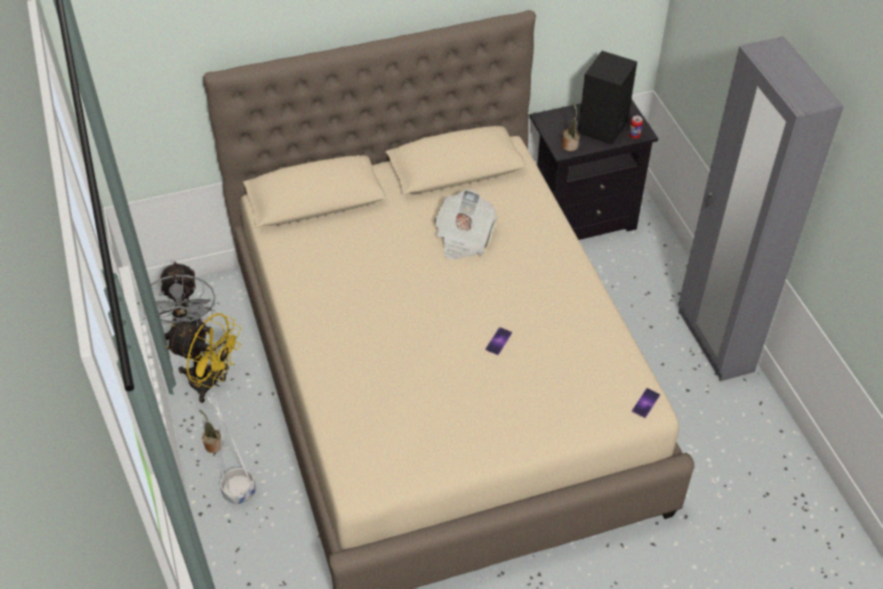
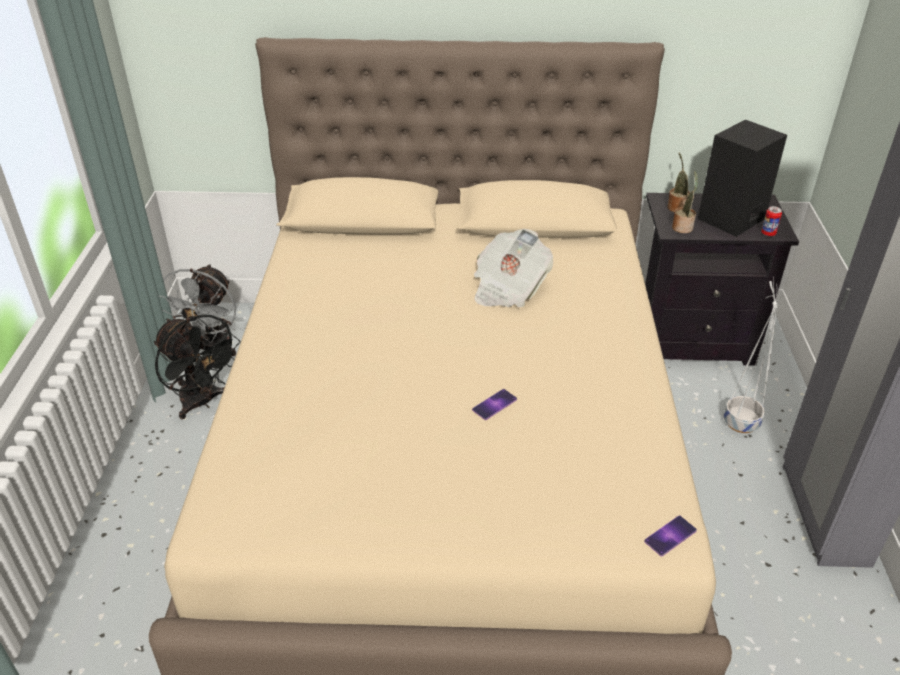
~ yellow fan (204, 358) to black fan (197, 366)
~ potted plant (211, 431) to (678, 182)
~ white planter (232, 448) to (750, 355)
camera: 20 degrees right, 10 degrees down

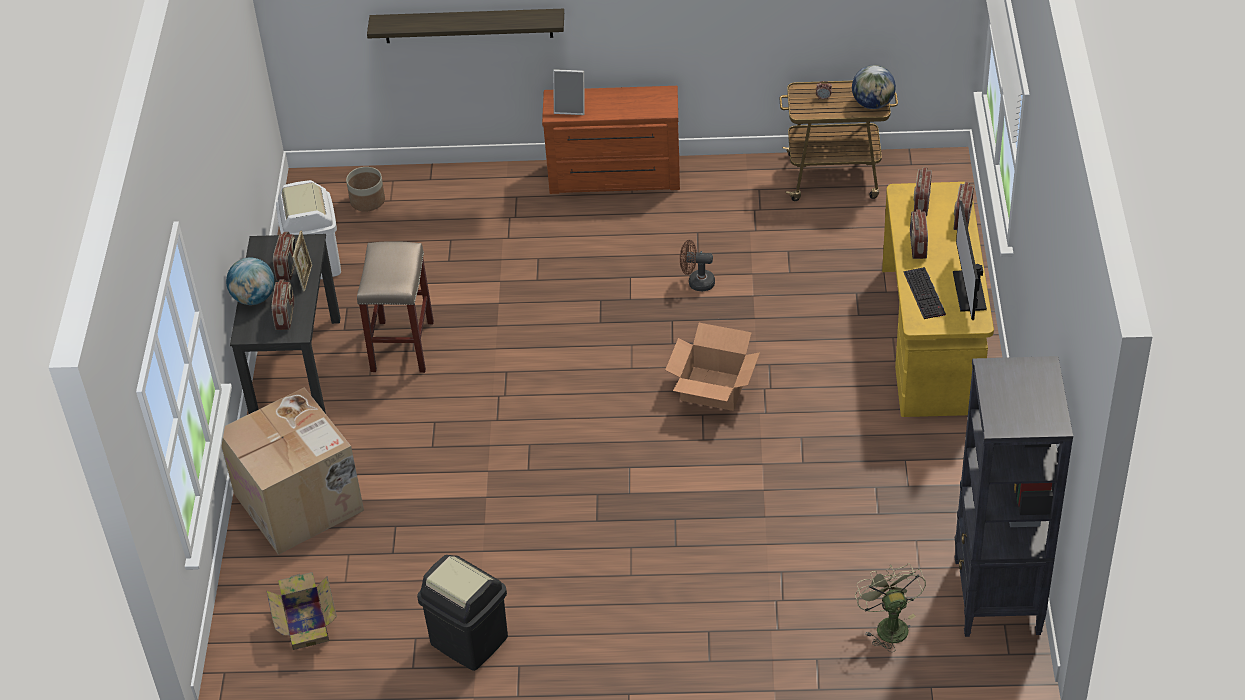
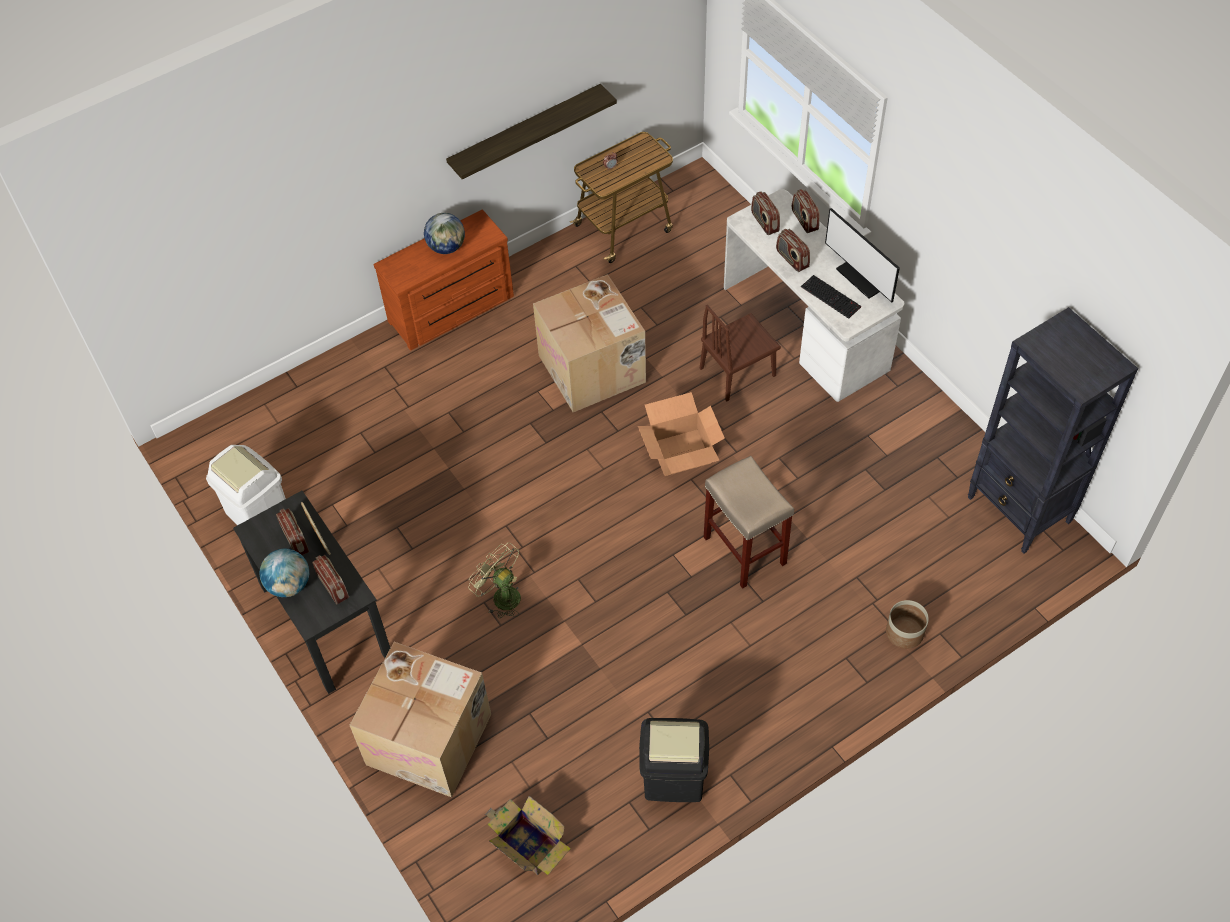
~ planter (365, 189) to (907, 624)
~ beige stool (395, 307) to (749, 522)
~ shelf (465, 26) to (531, 131)
- picture frame (569, 92)
~ brown fan (697, 265) to cardboard box (589, 343)
~ globe (874, 87) to (444, 233)
~ green fan (890, 607) to (495, 580)
~ yellow desk (938, 299) to white desk (814, 295)
+ brown chair (740, 353)
camera: 35 degrees left, 10 degrees up

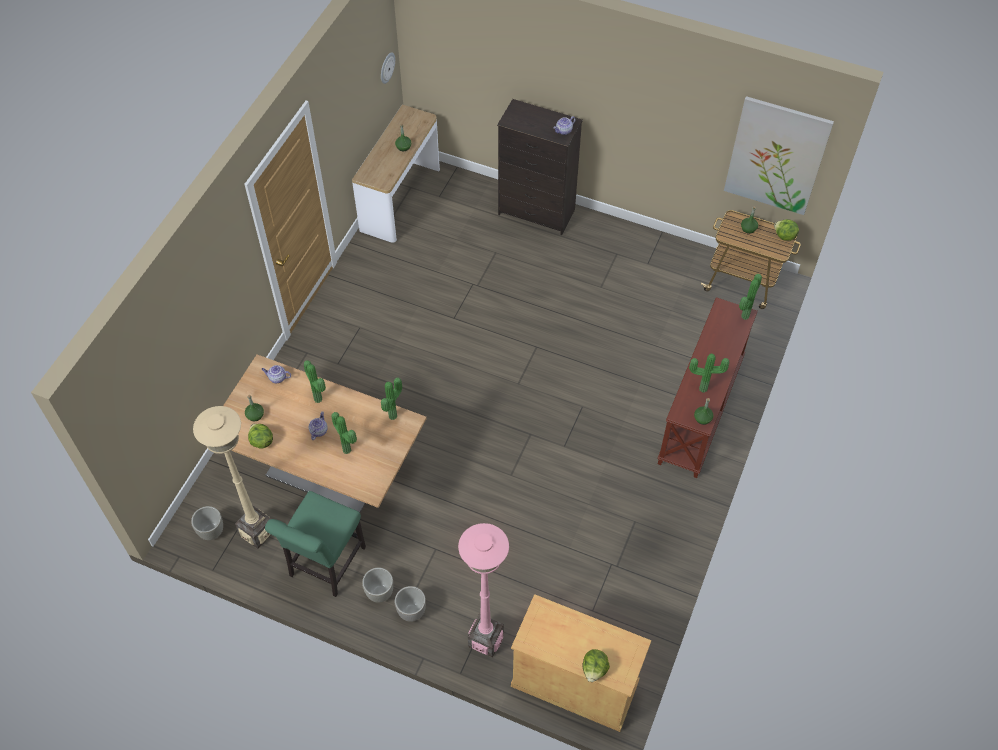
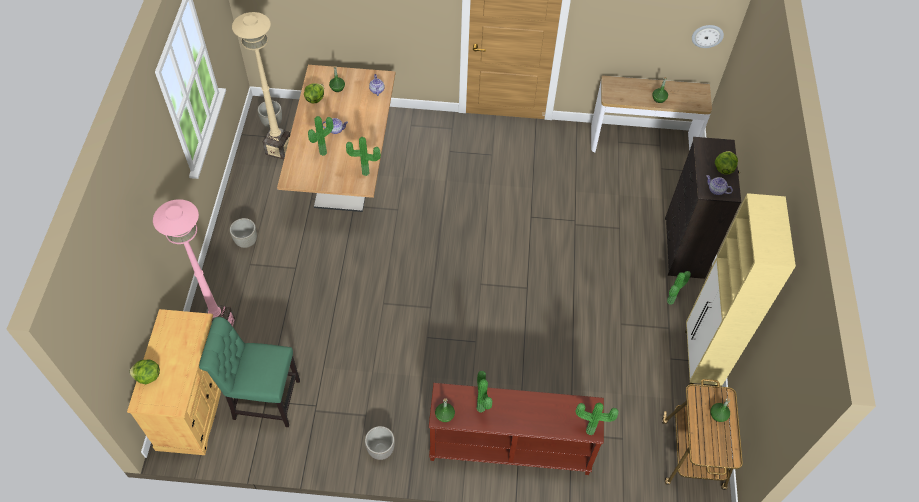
~ green chair (315, 544) to (249, 372)
~ potted plant (315, 381) to (679, 288)
~ planter (410, 604) to (380, 443)
- picture (779, 155)
~ lettuce (786, 230) to (726, 163)
+ beige cabinet (740, 289)
camera: 70 degrees right, 0 degrees up

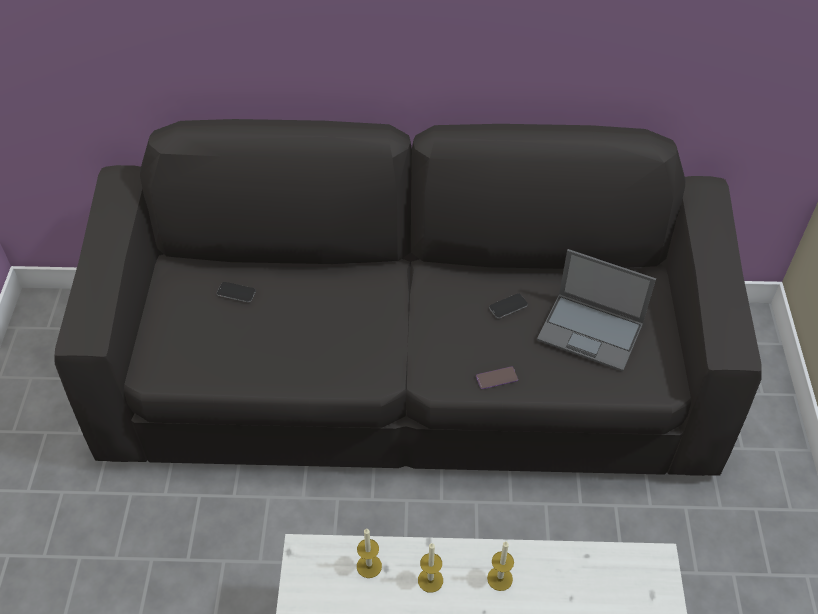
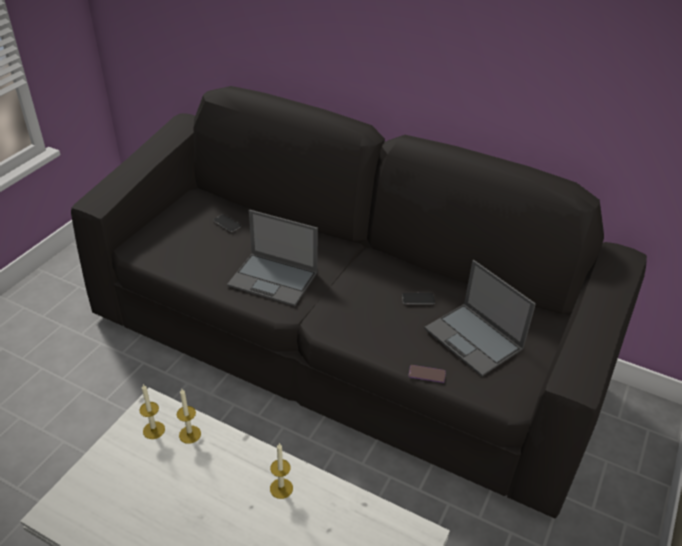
~ candle (430, 568) to (152, 411)
~ phone (497, 378) to (427, 374)
+ laptop (272, 258)
camera: 25 degrees right, 10 degrees down

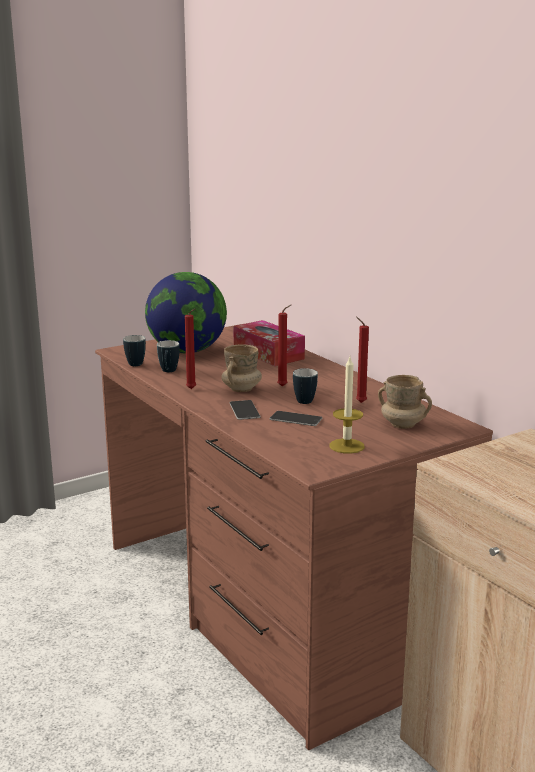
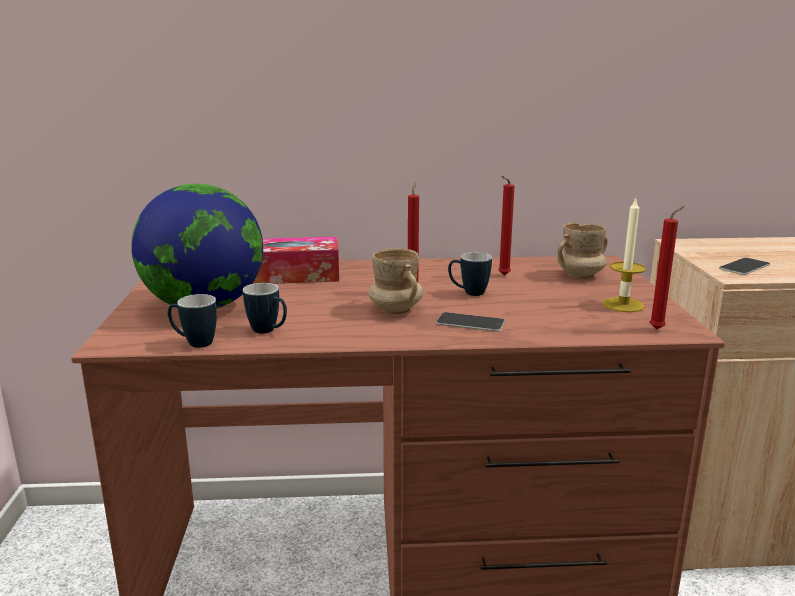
~ red candle (190, 349) to (666, 268)
~ phone (295, 418) to (745, 266)
camera: 60 degrees left, 0 degrees up

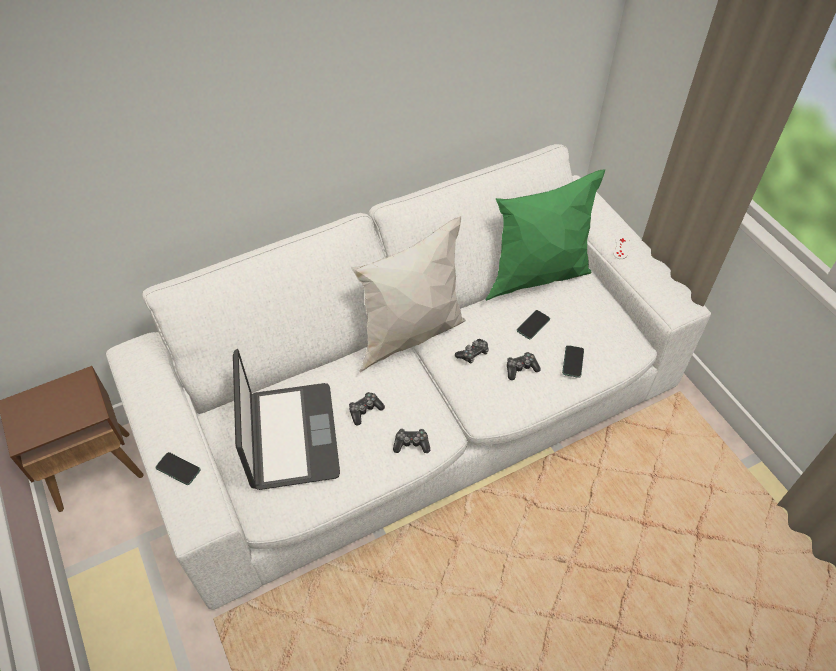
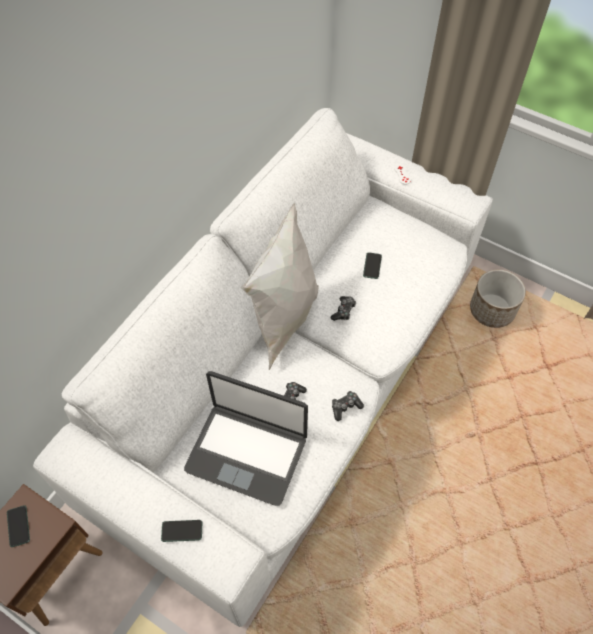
~ laptop (286, 419) = (246, 438) 150 degrees clockwise
- green pillow (545, 235)
- game controller (524, 366)
~ phone (573, 361) to (18, 526)
+ planter (498, 299)
camera: 30 degrees left, 5 degrees up

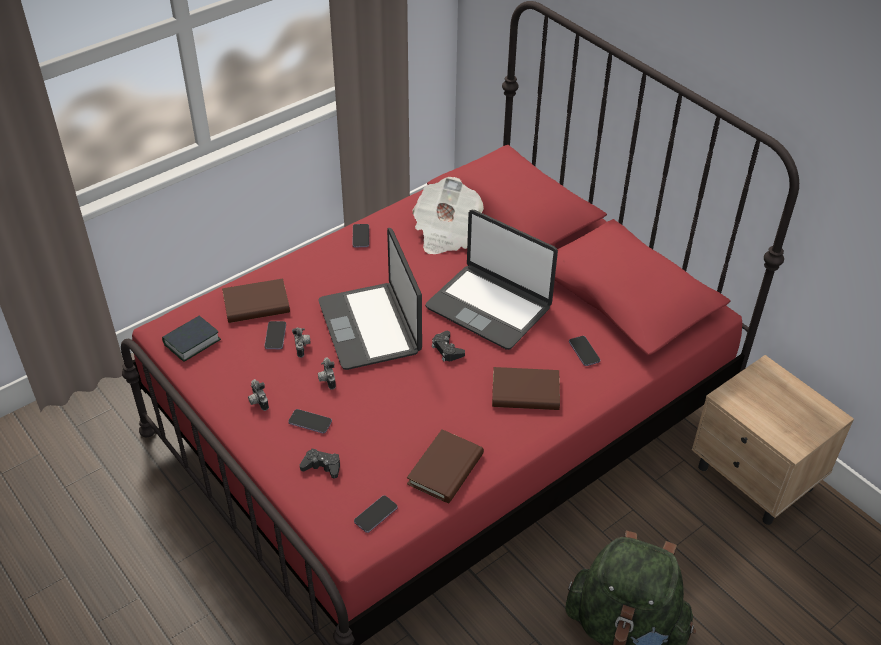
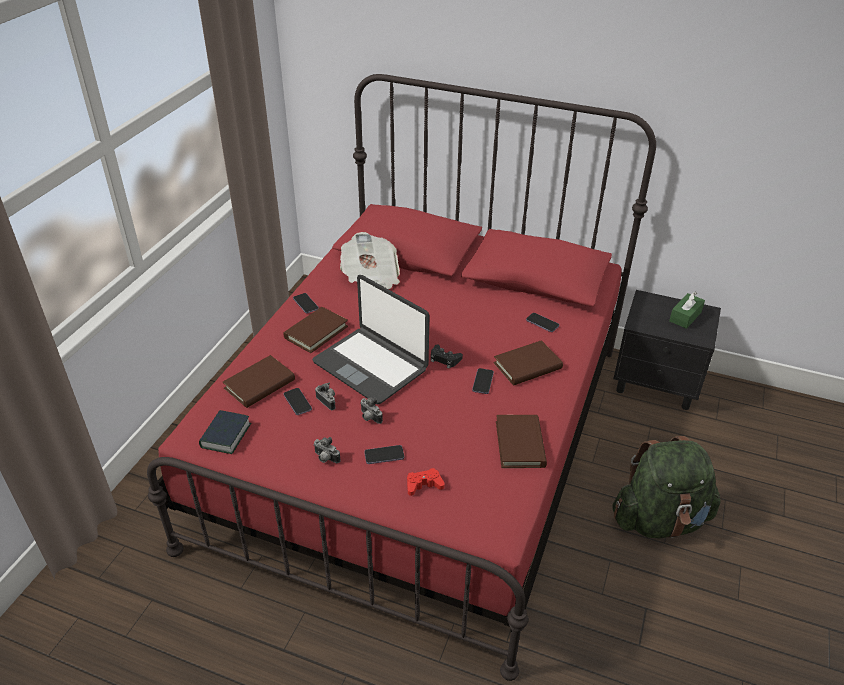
~ black game controller (320, 464) to red game controller (425, 482)
~ phone (376, 514) to (483, 381)
- laptop (491, 280)
~ beige nightstand (773, 440) to black nightstand (667, 350)
+ brown book (315, 330)
+ green tissue box (687, 310)
camera: 30 degrees left, 5 degrees down

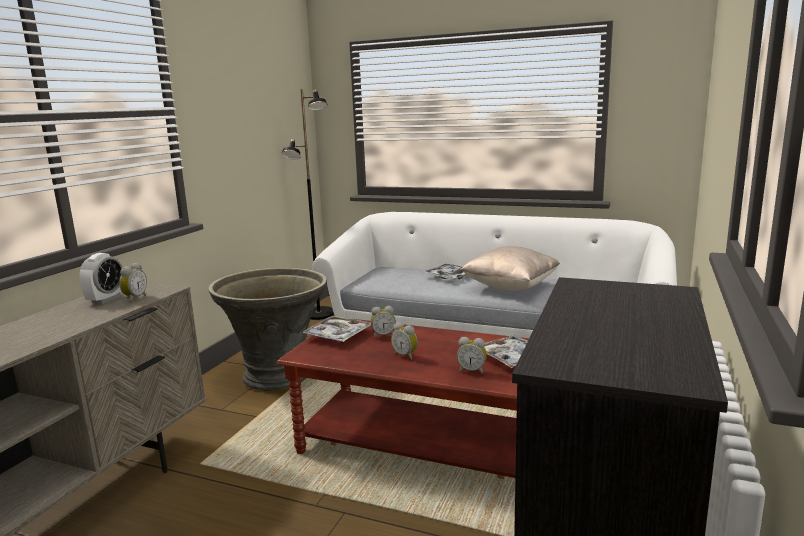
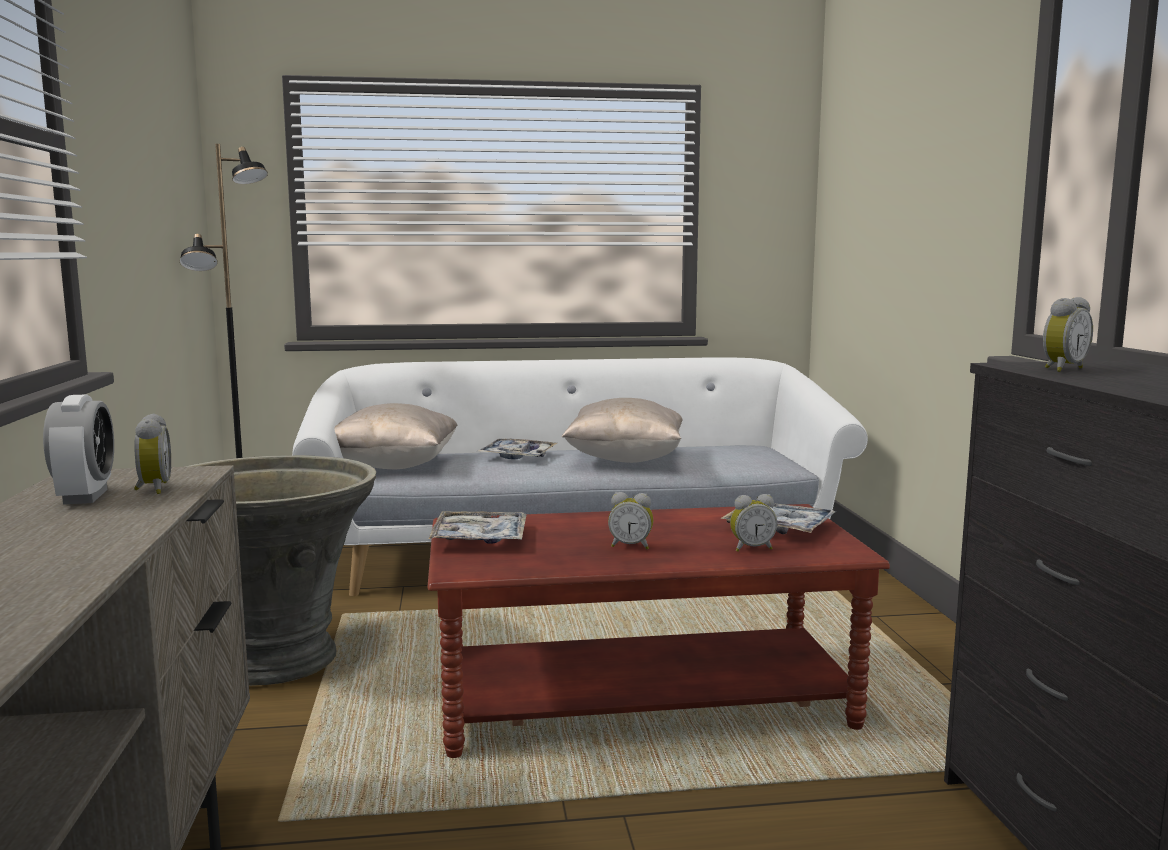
~ alarm clock (383, 322) to (1068, 334)
+ beige pillow (395, 436)
camera: 30 degrees left, 5 degrees down

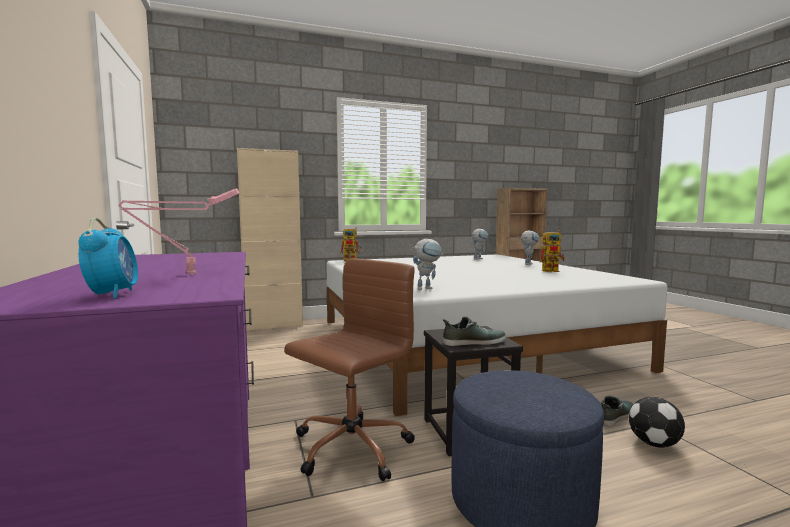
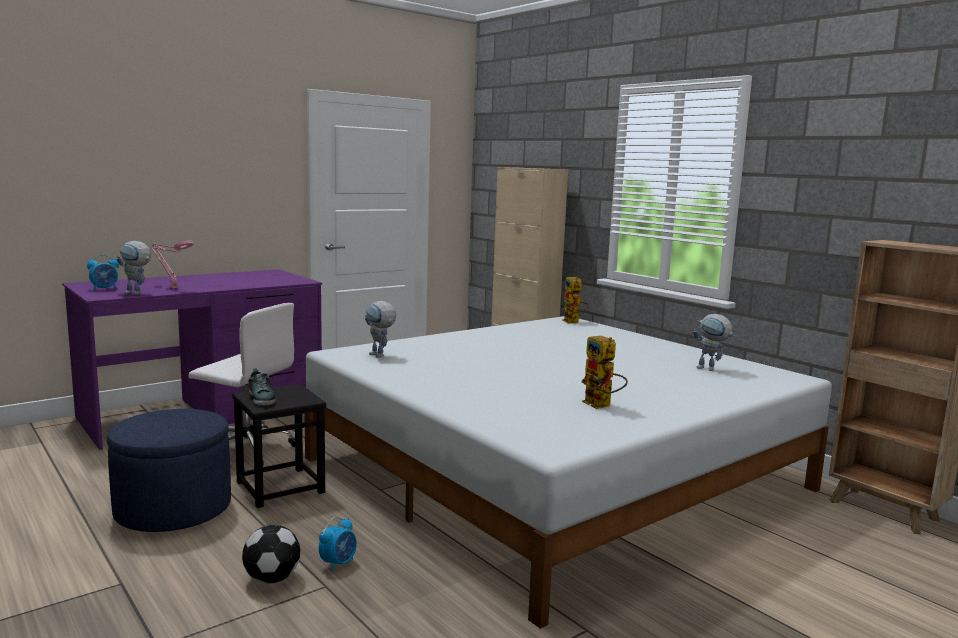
~ brown office chair (349, 370) to white office chair (241, 384)
~ toy robot (530, 247) to (133, 268)
~ shoe (617, 411) to alarm clock (338, 544)
camera: 70 degrees right, 5 degrees up

